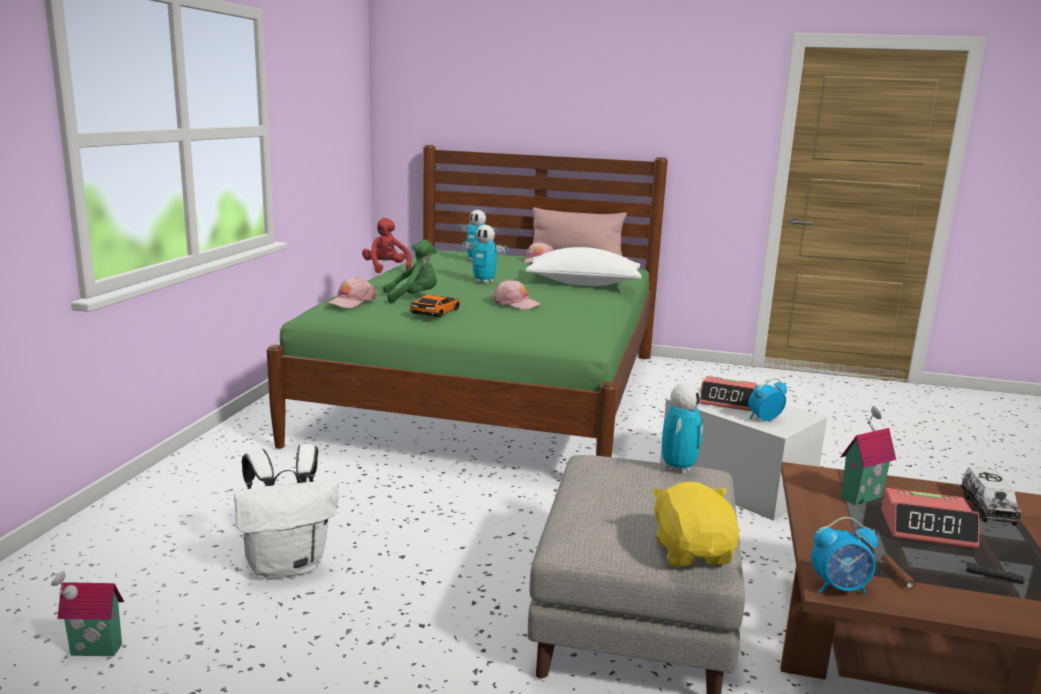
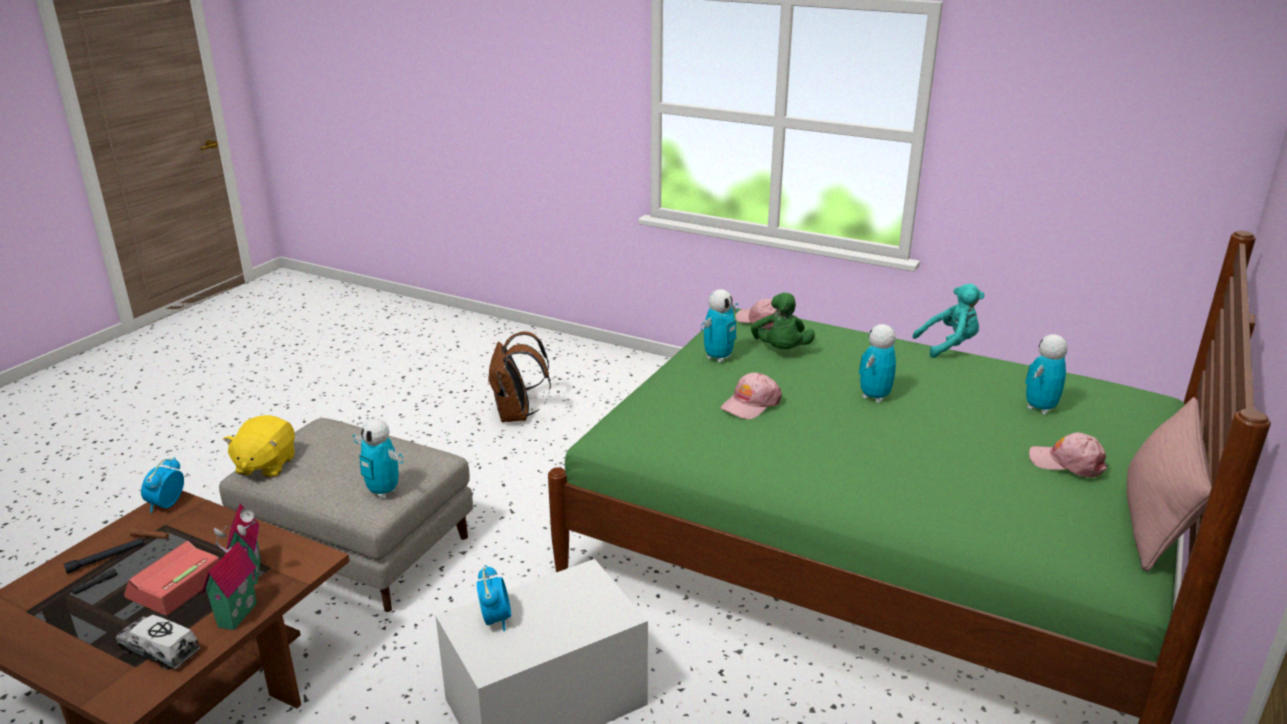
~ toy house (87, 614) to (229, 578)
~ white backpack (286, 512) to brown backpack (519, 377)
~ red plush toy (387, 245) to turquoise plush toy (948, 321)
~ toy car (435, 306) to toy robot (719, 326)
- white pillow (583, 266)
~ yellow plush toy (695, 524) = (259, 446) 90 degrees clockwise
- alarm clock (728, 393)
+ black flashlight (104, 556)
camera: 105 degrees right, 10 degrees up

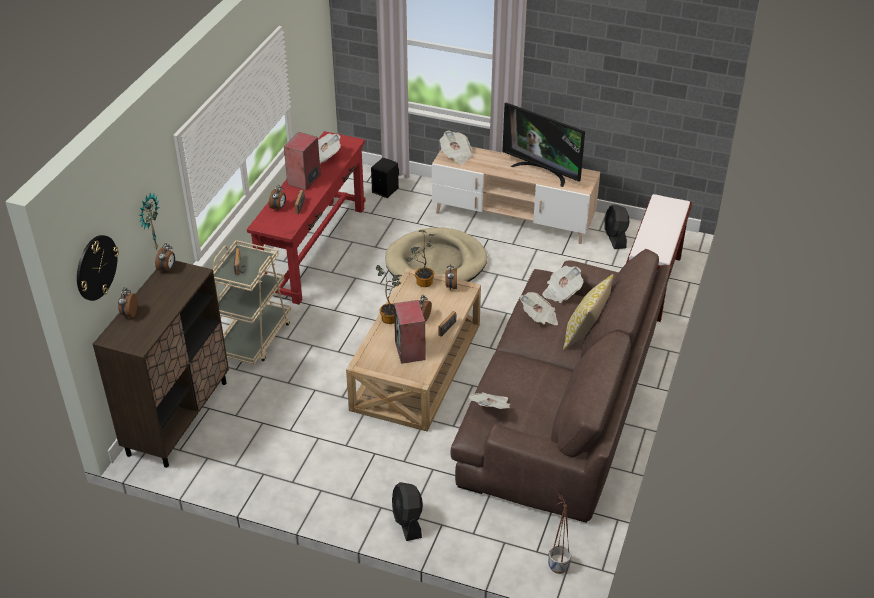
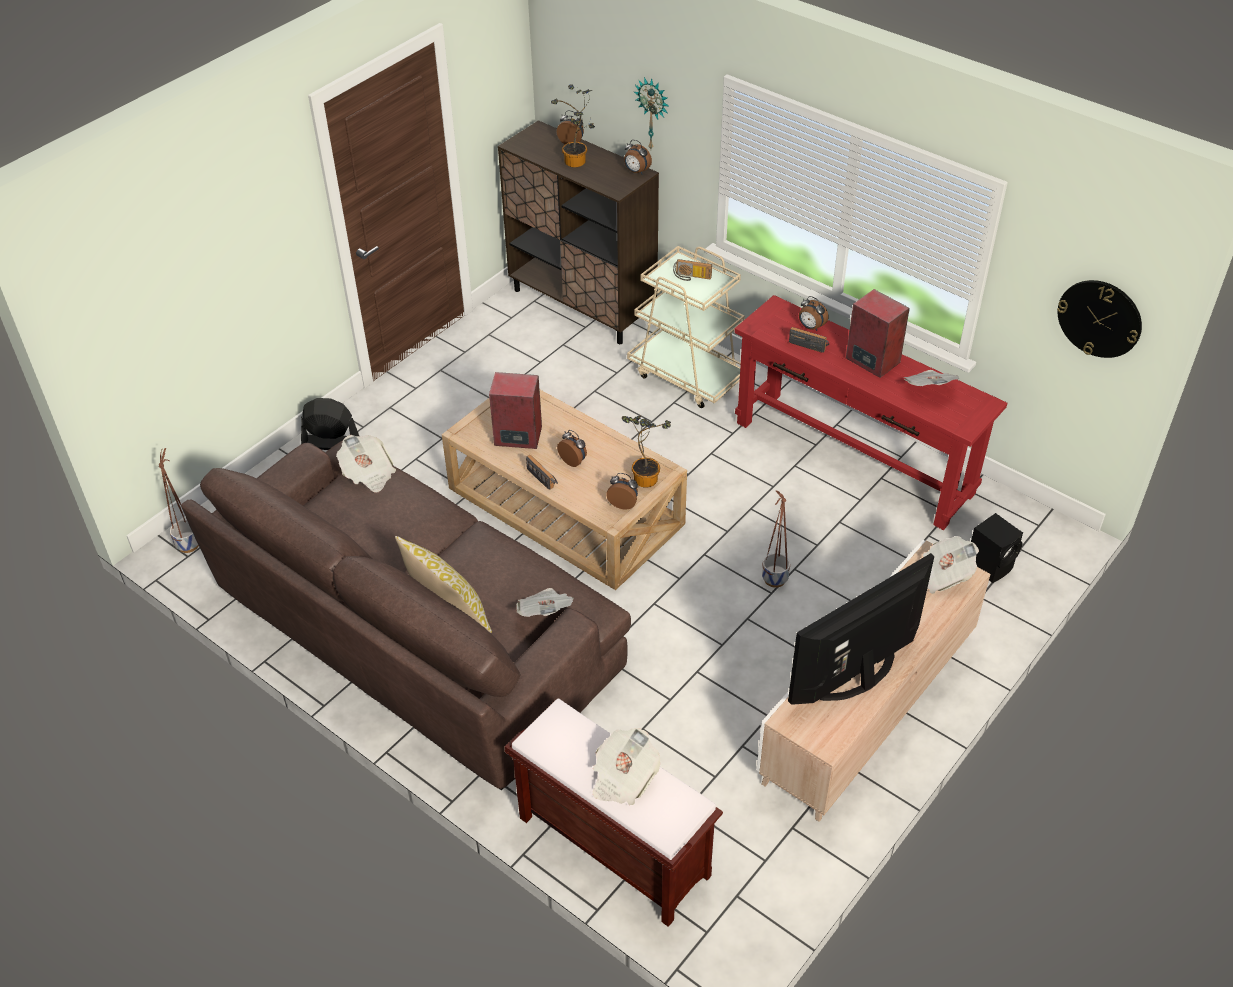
~ wall clock (98, 268) to (1099, 319)
~ potted plant (389, 294) to (573, 125)
~ beige dog bed (436, 254) to planter (776, 539)
~ newspaper (539, 308) to (626, 766)
- black fan (616, 227)
camera: 110 degrees right, 5 degrees up

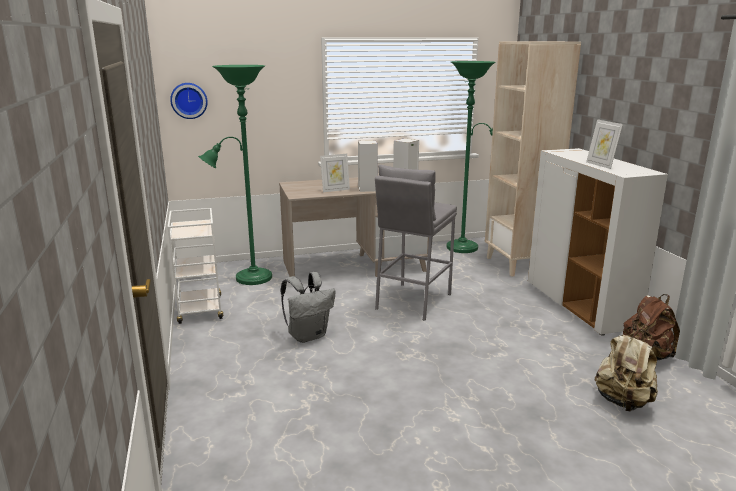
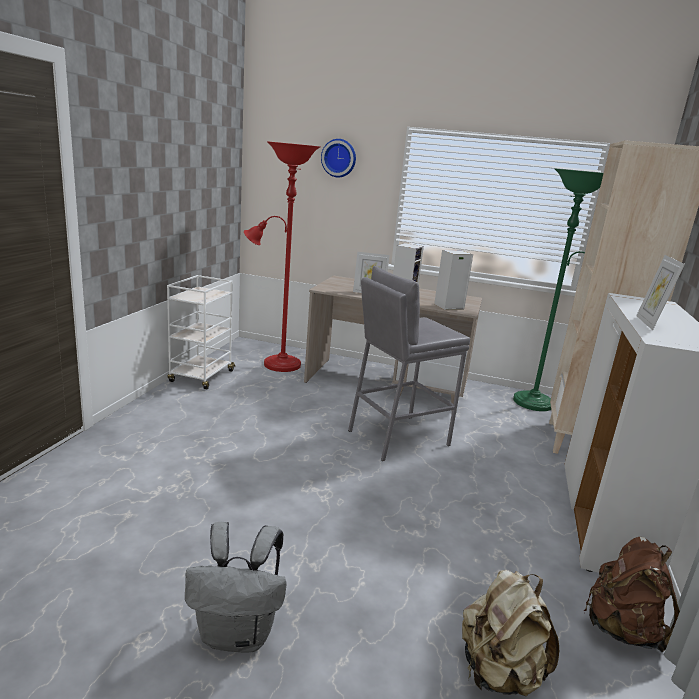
~ wall clock (189, 101) to (338, 158)
~ green floor lamp (235, 175) to red floor lamp (282, 256)
~ grey backpack (308, 307) to (236, 587)
camera: 30 degrees right, 0 degrees up

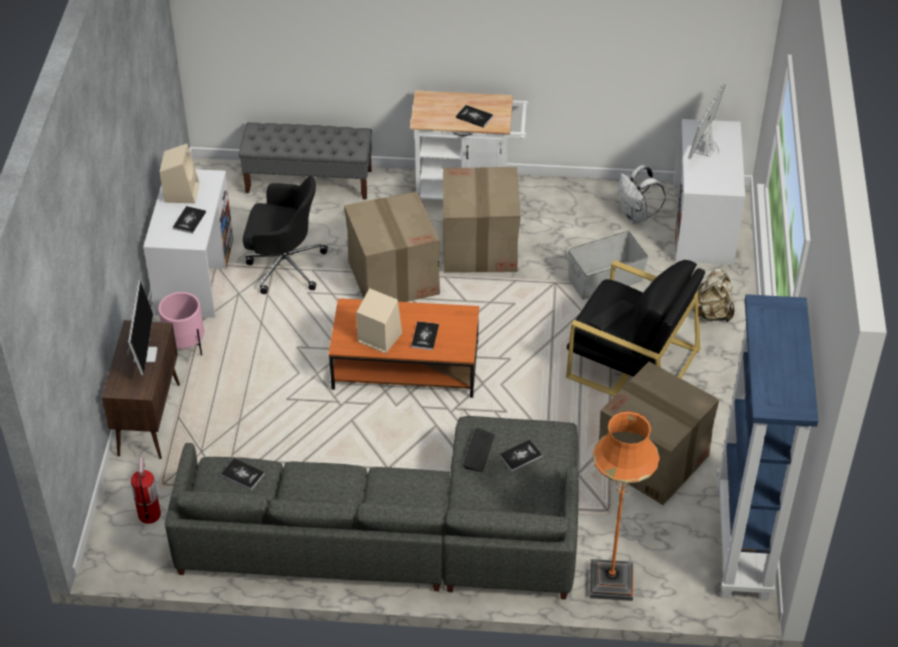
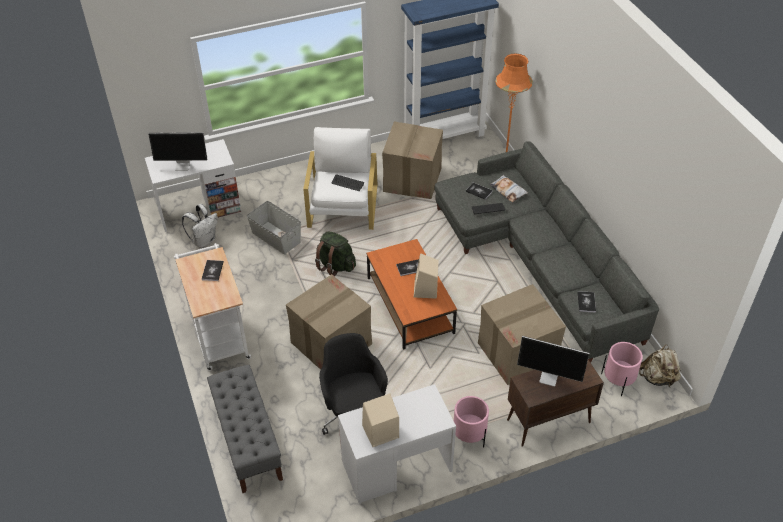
~ monitor (142, 327) = (553, 361) 135 degrees counterclockwise
~ fire extinguisher (146, 491) to pink planter (622, 369)
- book (189, 220)
~ cardboard box (482, 220) to (522, 334)
~ black armchair (635, 328) to white armchair (340, 178)
~ beige backpack (713, 295) to (660, 365)
+ green backpack (335, 253)
+ pillow (508, 188)
camera: 115 degrees left, 0 degrees up

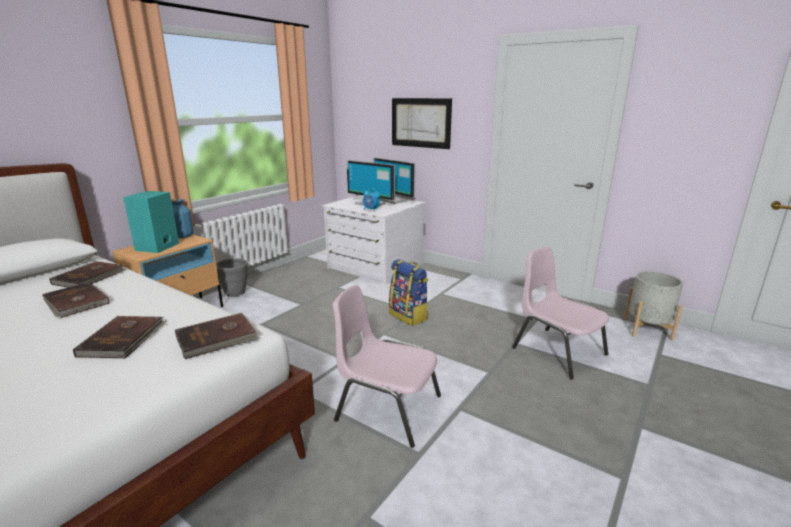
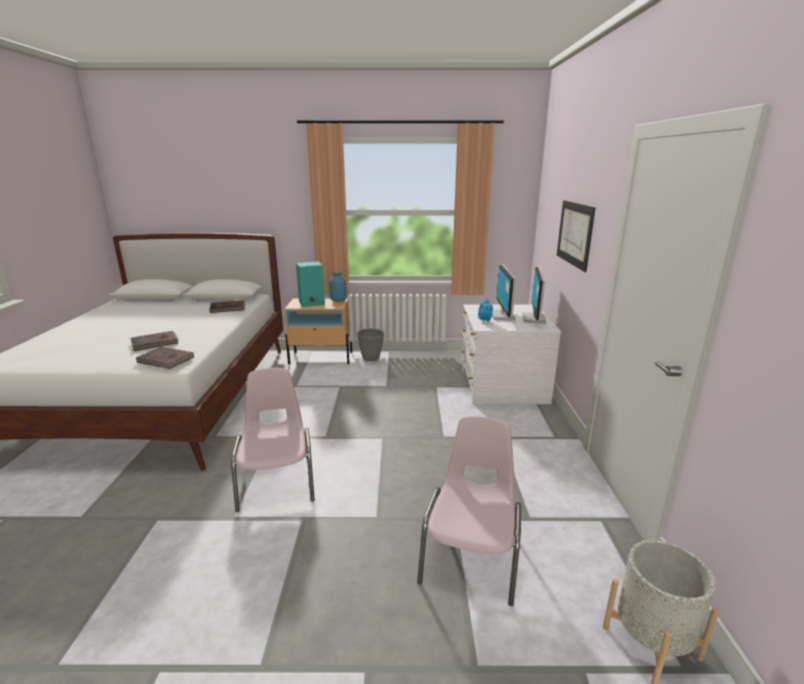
- brown book (75, 300)
- backpack (408, 292)
camera: 55 degrees right, 0 degrees up

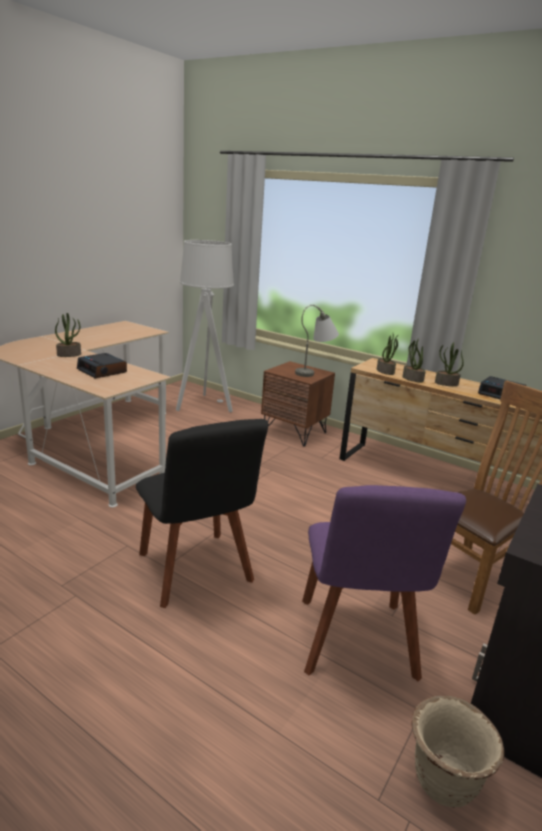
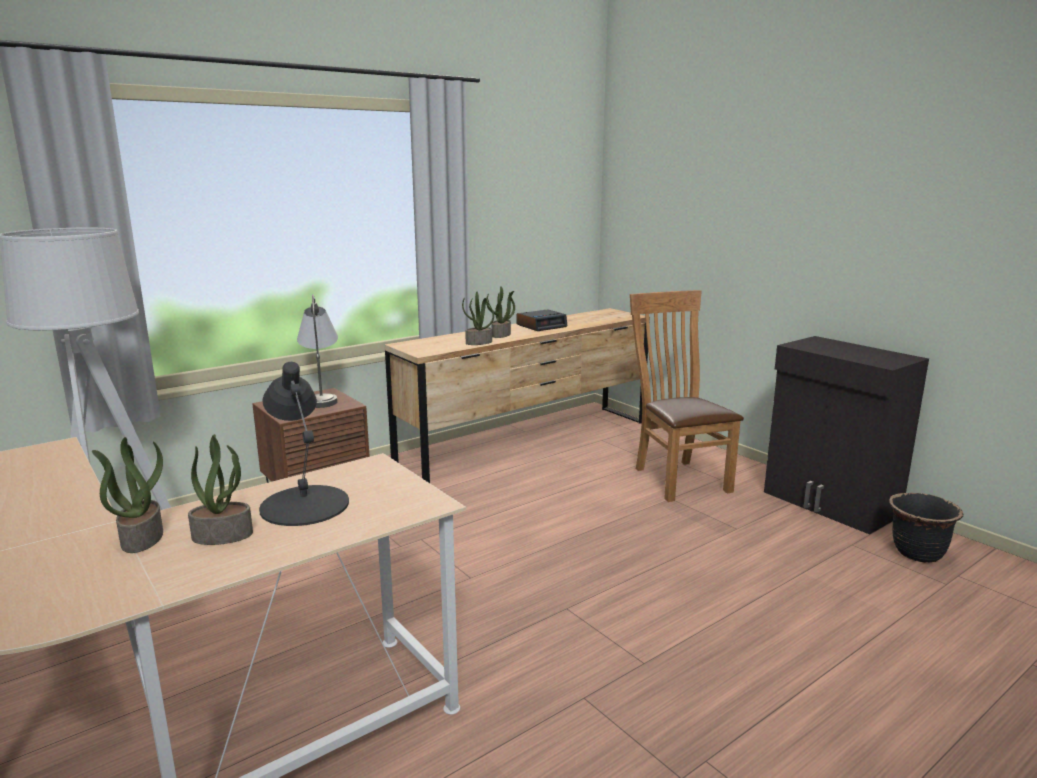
~ alarm clock (102, 365) to black table lamp (304, 444)
- black chair (202, 513)
- purple chair (384, 583)
~ potted plant (387, 354) to (220, 489)
~ beige planter (458, 751) to black planter (926, 528)
camera: 70 degrees left, 5 degrees down

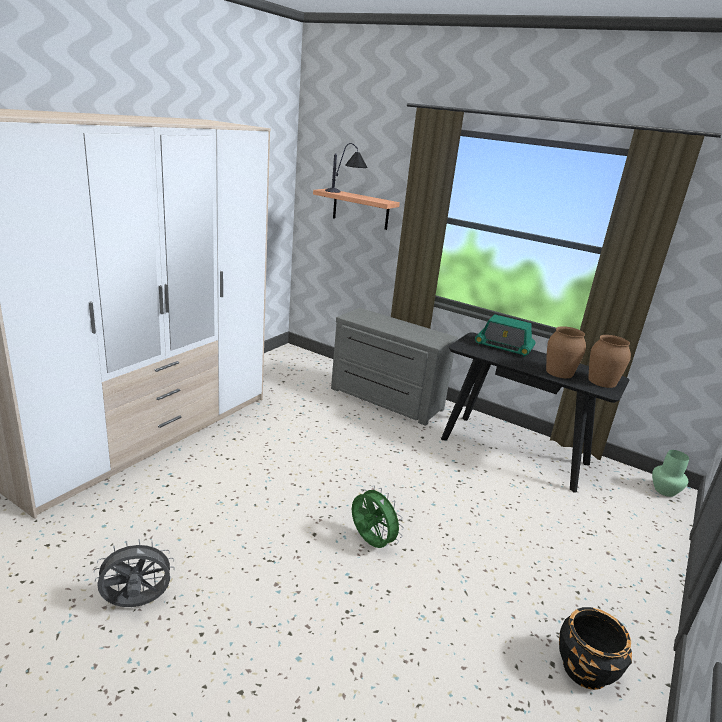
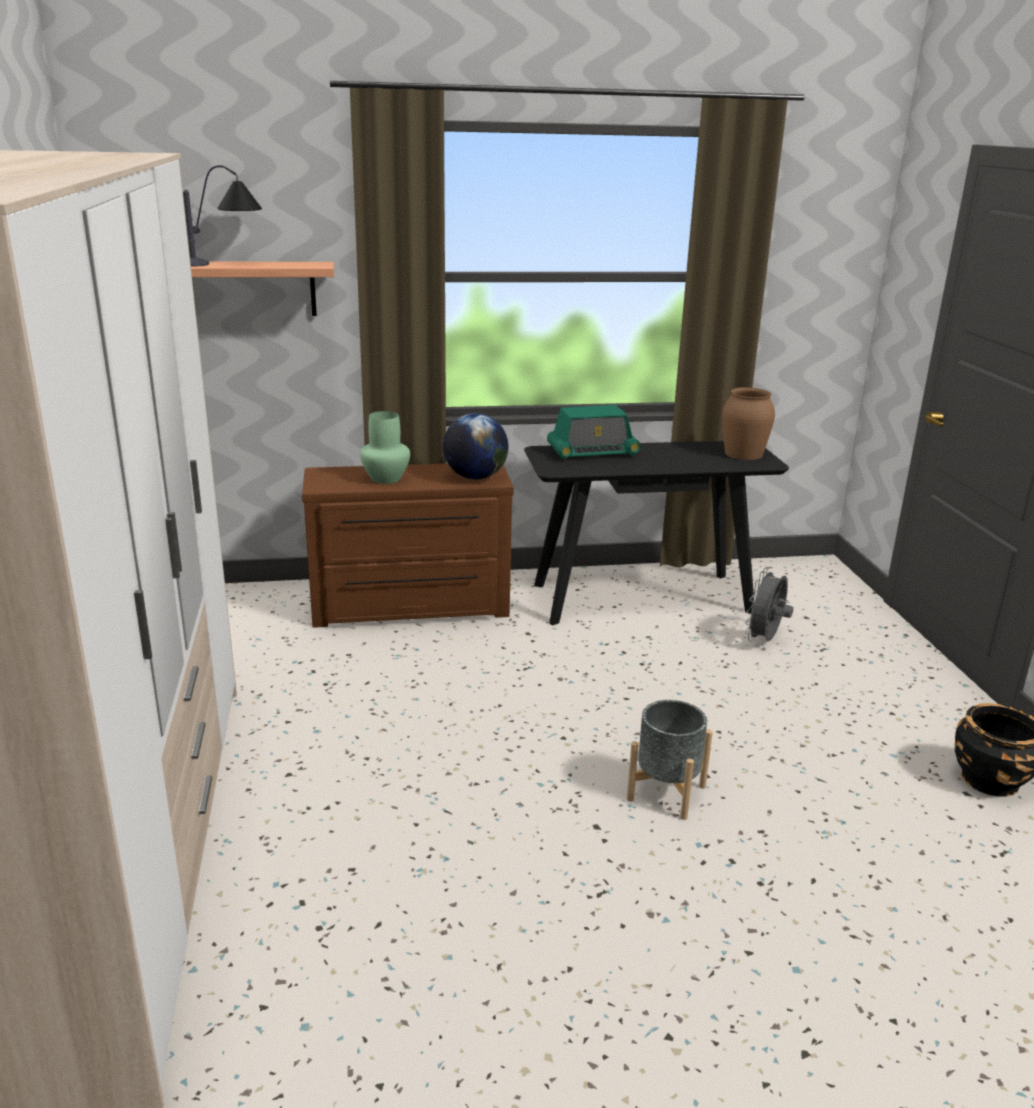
~ grey fan (134, 573) to (769, 604)
~ grey dresser (394, 367) to brown dresser (408, 545)
~ green fan (378, 516) to grey planter (670, 760)
- brown vase (566, 352)
~ green vase (670, 473) to (385, 447)
+ globe (475, 446)
camera: 40 degrees left, 0 degrees up

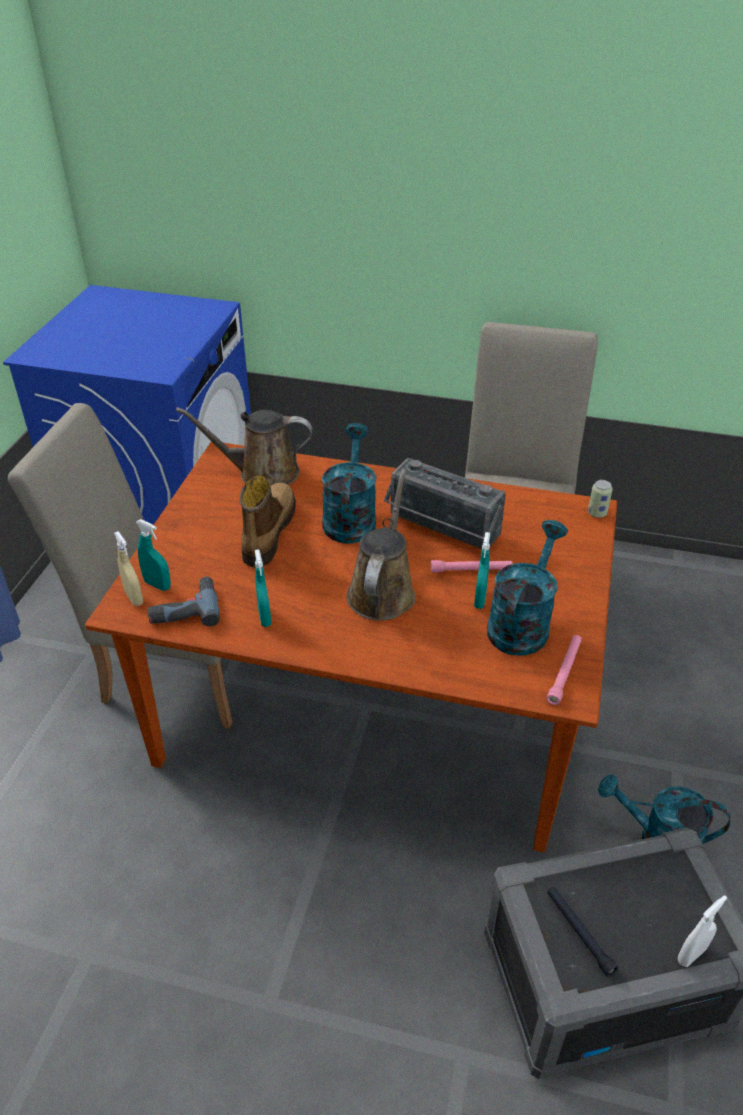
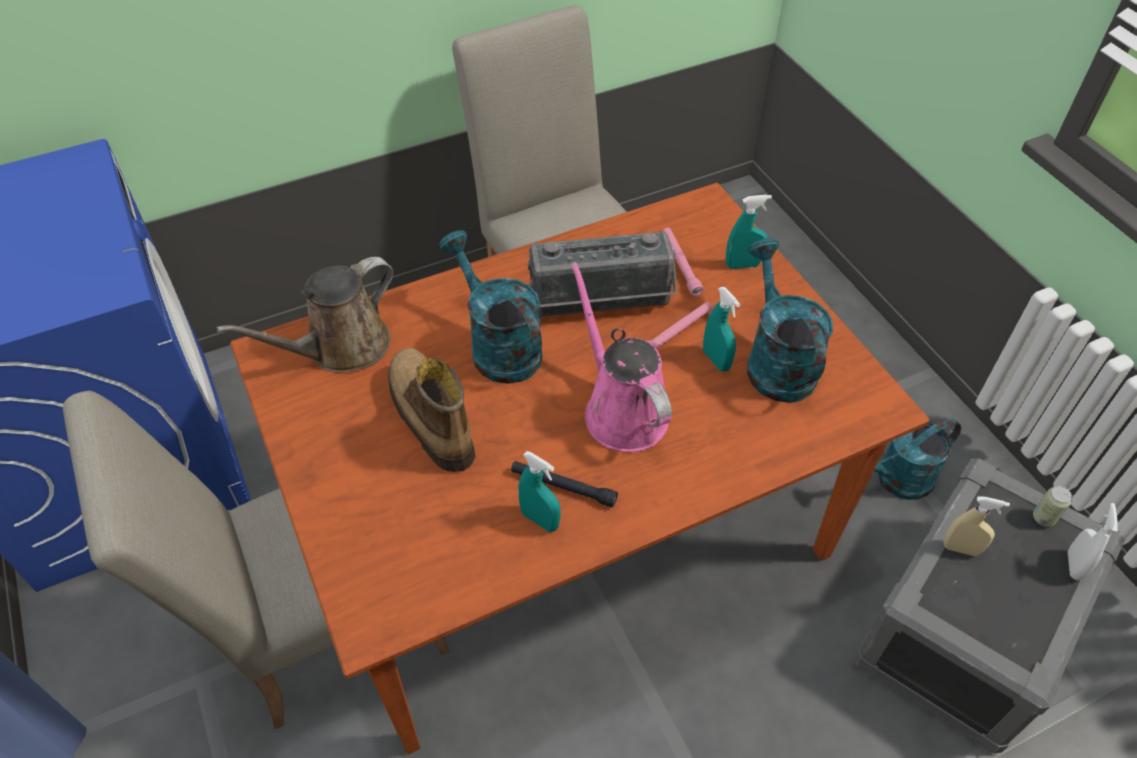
~ beige spray bottle (128, 568) to (976, 526)
~ turquoise spray bottle (153, 555) to (749, 232)
- power drill (184, 601)
~ brown watering can (381, 545) to pink watering can (621, 357)
~ pink flashlight (564, 670) to (683, 262)
~ black flashlight (582, 932) to (564, 484)
~ can (600, 499) to (1052, 506)
camera: 40 degrees left, 10 degrees up

